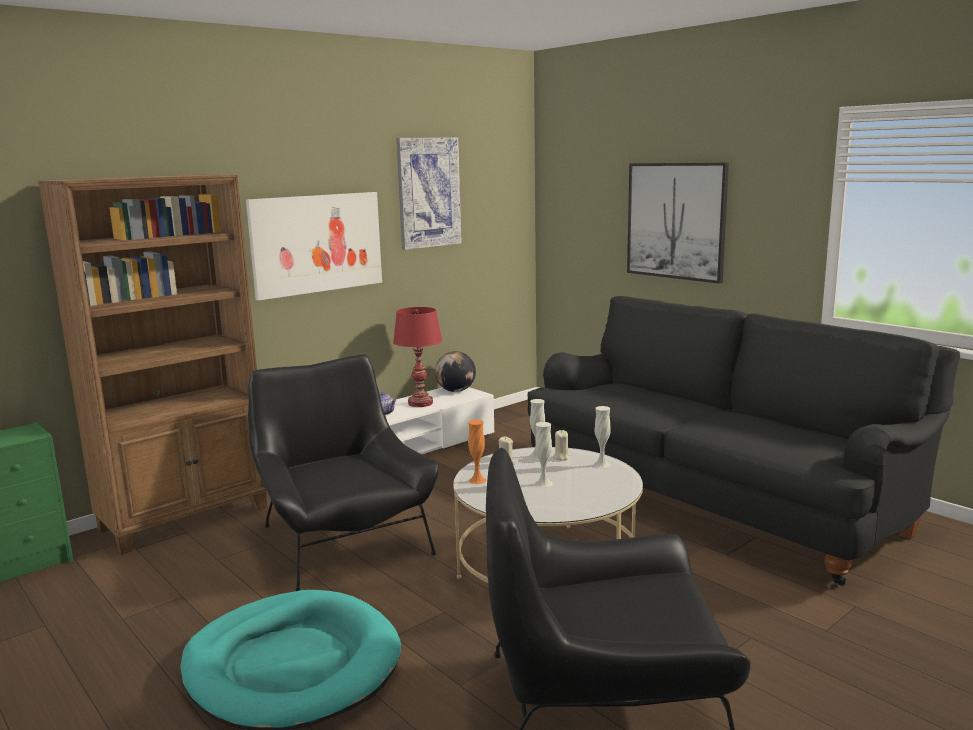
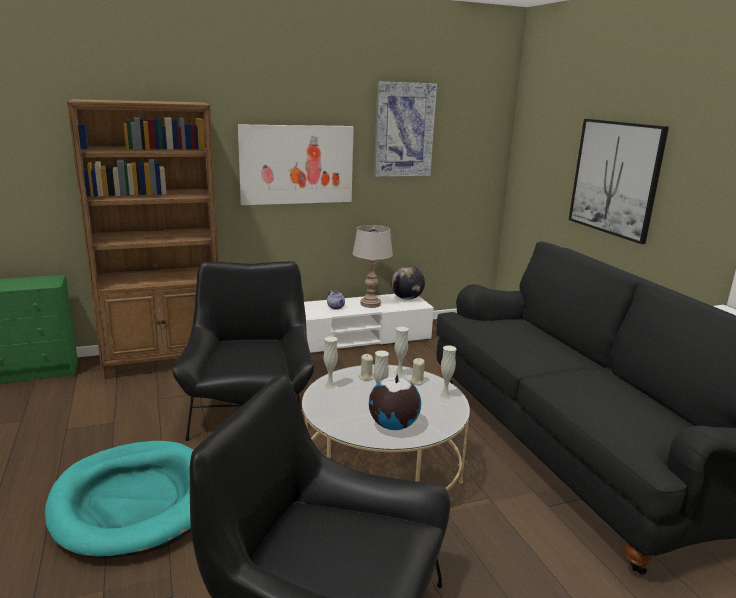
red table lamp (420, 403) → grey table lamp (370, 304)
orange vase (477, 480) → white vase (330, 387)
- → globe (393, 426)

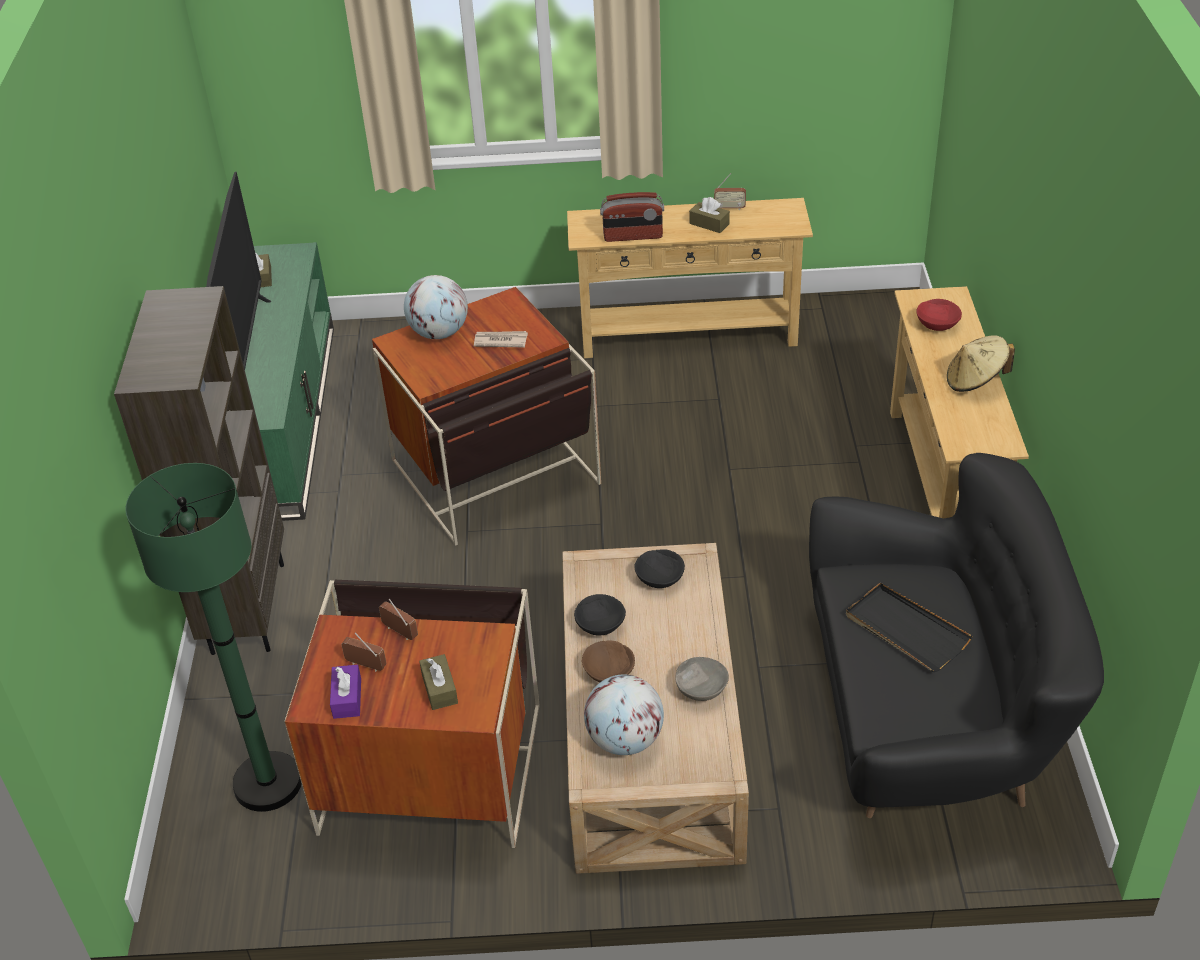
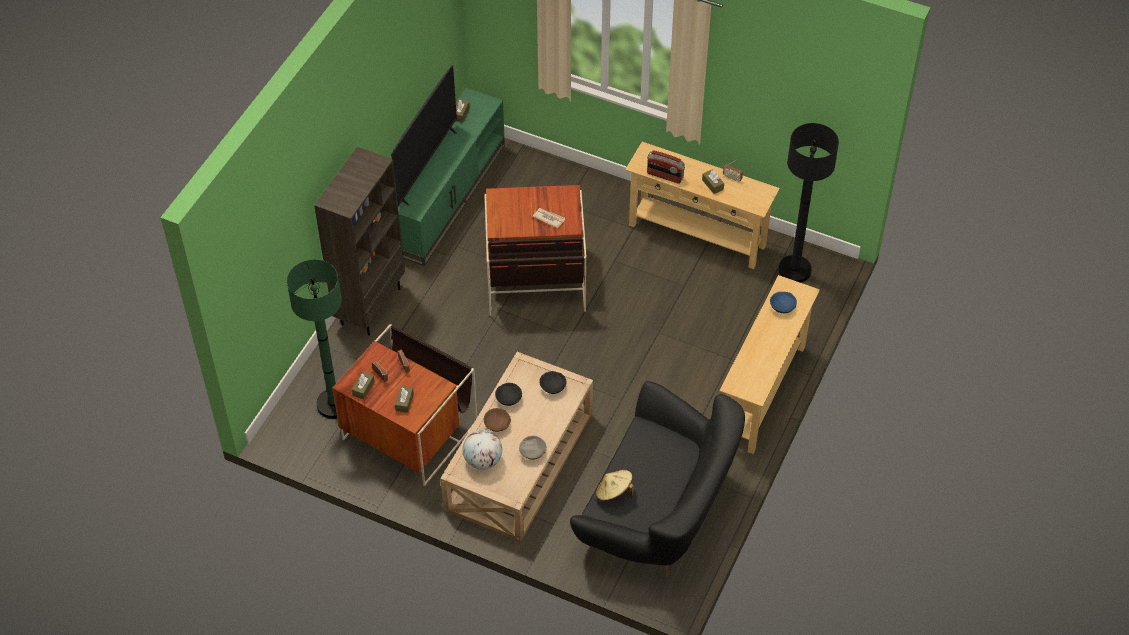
globe (439, 333) → -
red bowl (936, 325) → blue bowl (782, 307)
beige hat (975, 381) → beige hat (614, 493), move
black tray (905, 630) → -
purple tissue box (347, 698) → brown tissue box (363, 388)
- → black floor lamp (794, 270)

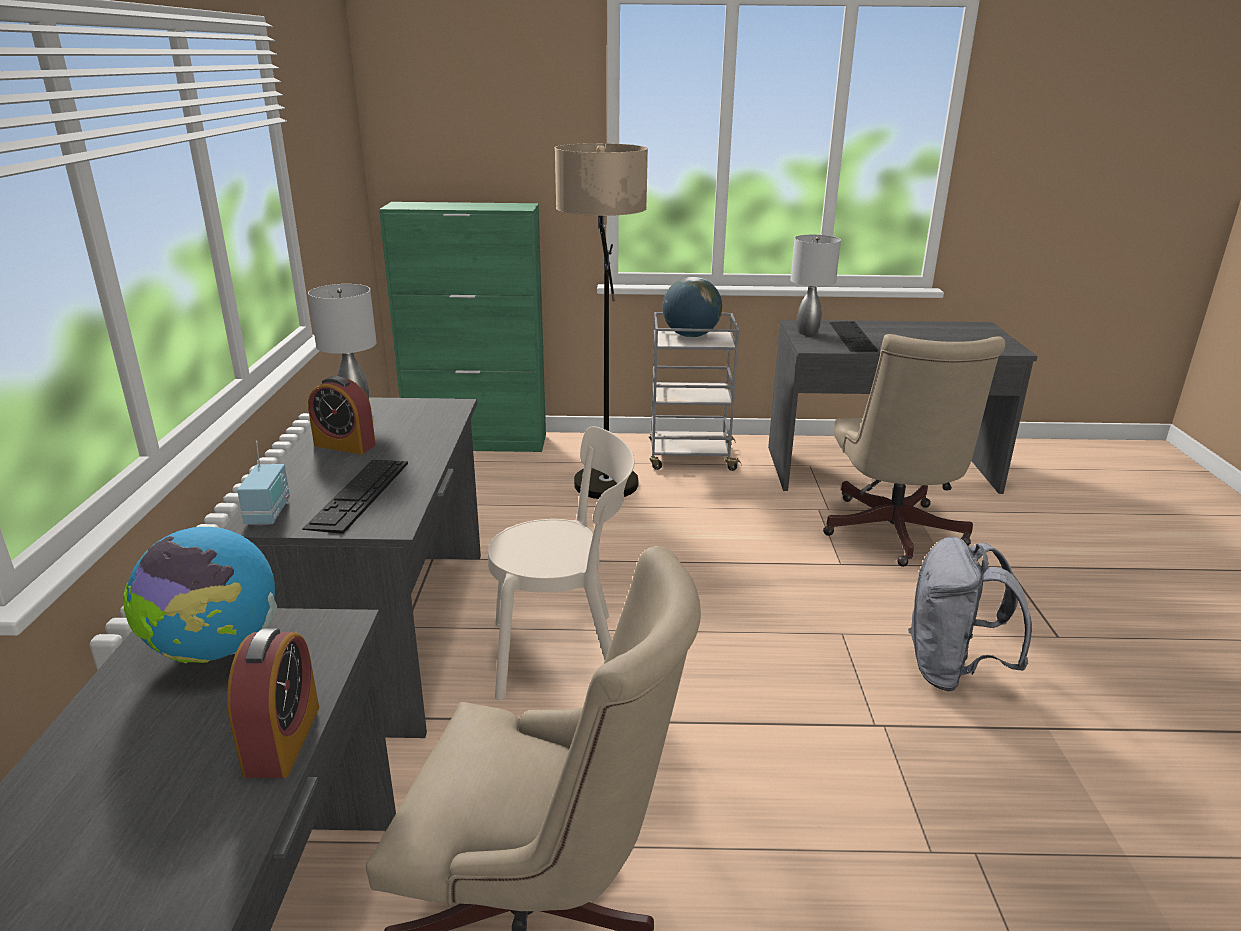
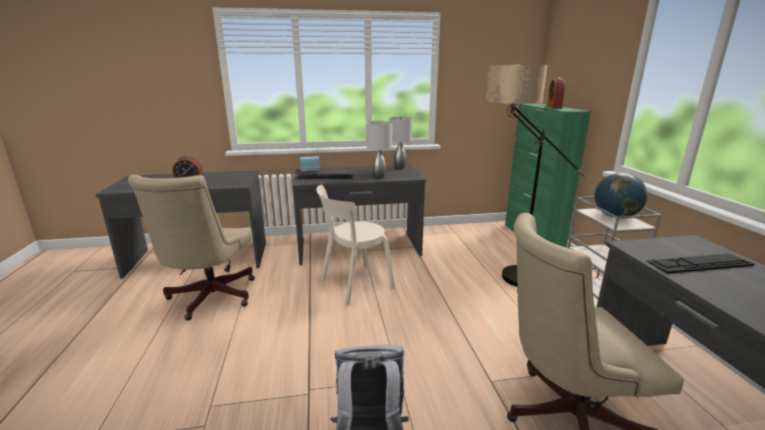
grey table lamp (808, 332) → grey table lamp (379, 177), move
alarm clock (344, 445) → alarm clock (554, 107), move
beige chair (564, 654) → beige chair (354, 285), 75 degrees clockwise
globe (215, 649) → -

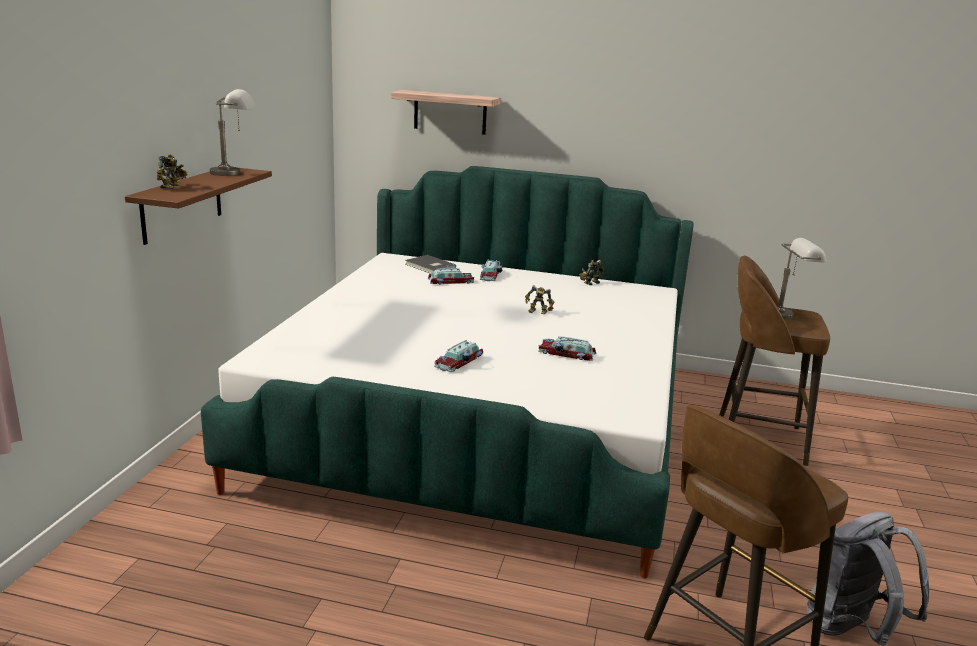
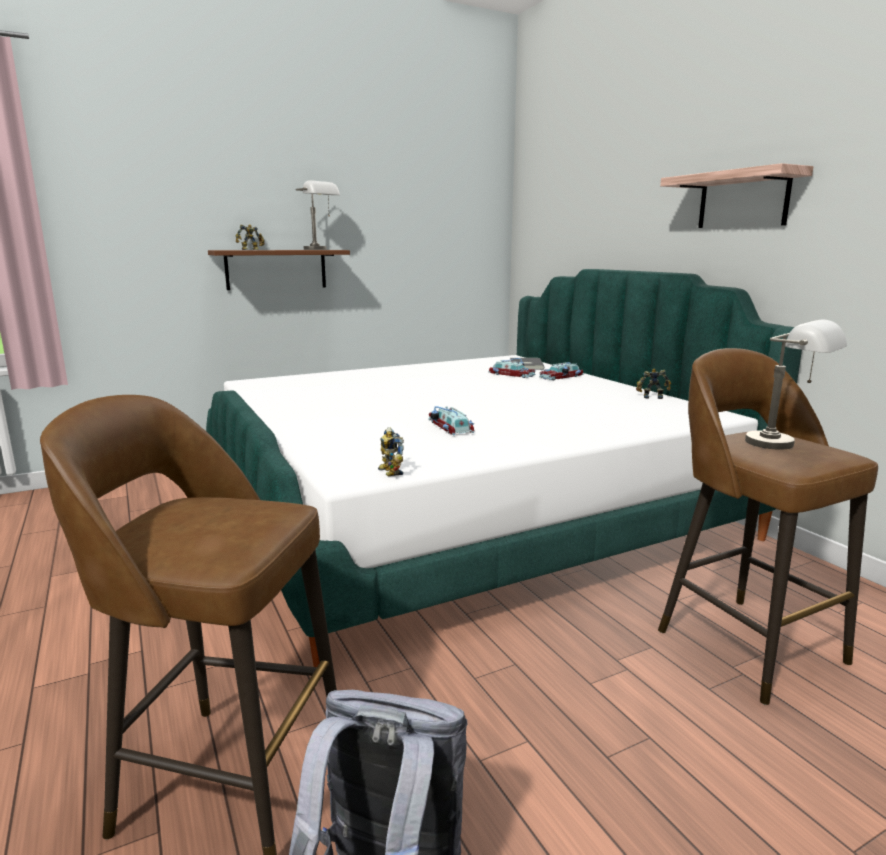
shelf (450, 112) → shelf (743, 200), move
toy robot (538, 312) → toy robot (388, 472), move
toy car (460, 362) → -

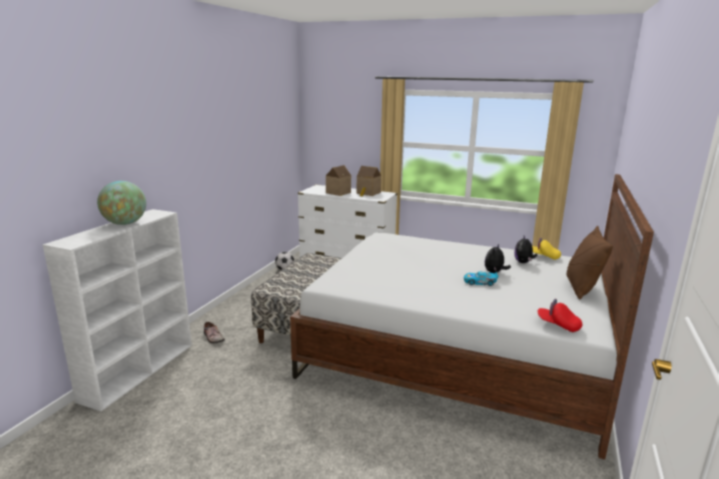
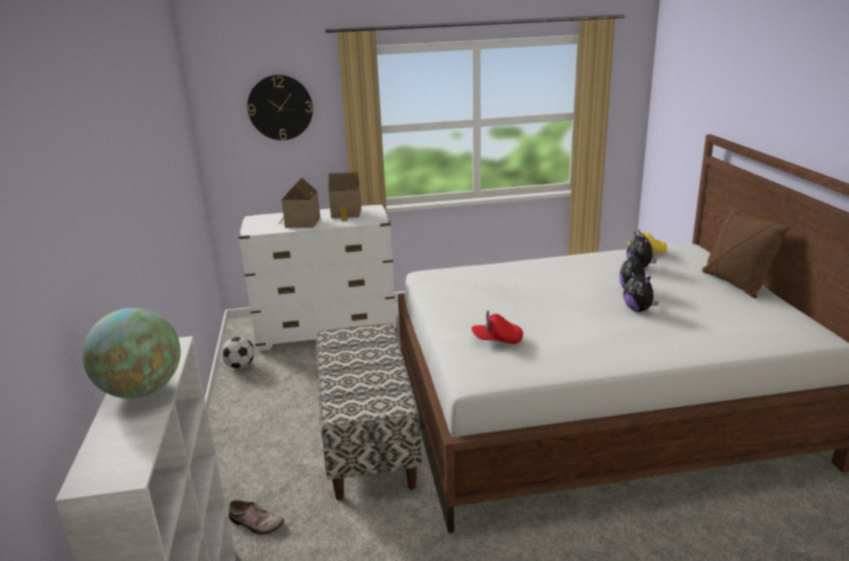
toy car (480, 282) → plush toy (638, 309)
red cap (558, 325) → red cap (497, 340), move
- → wall clock (280, 107)

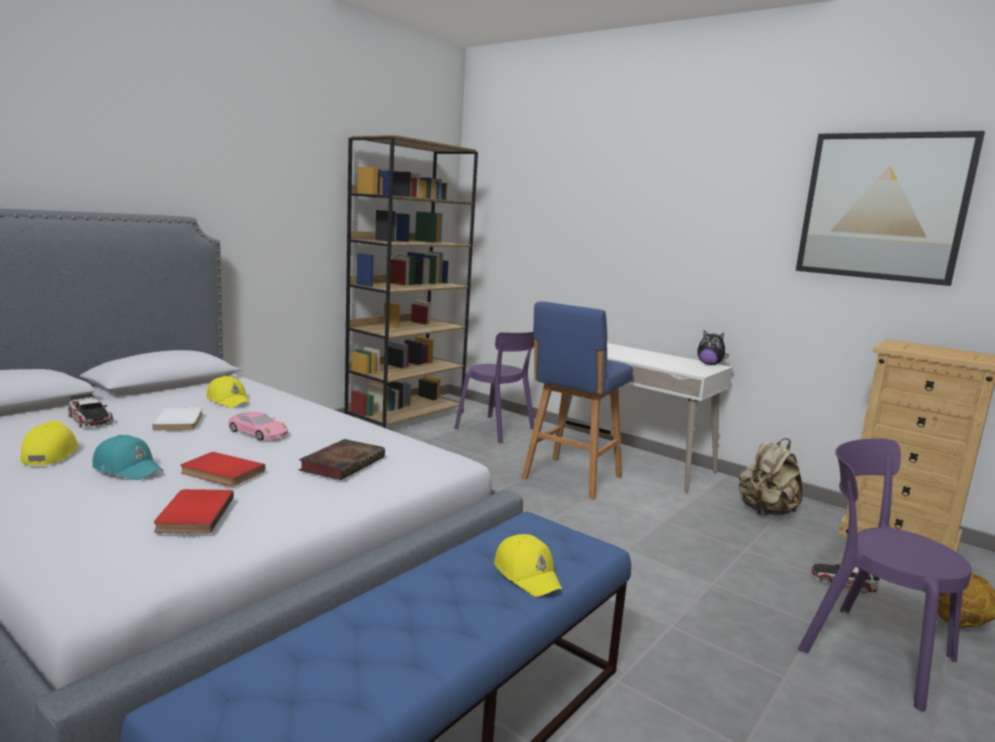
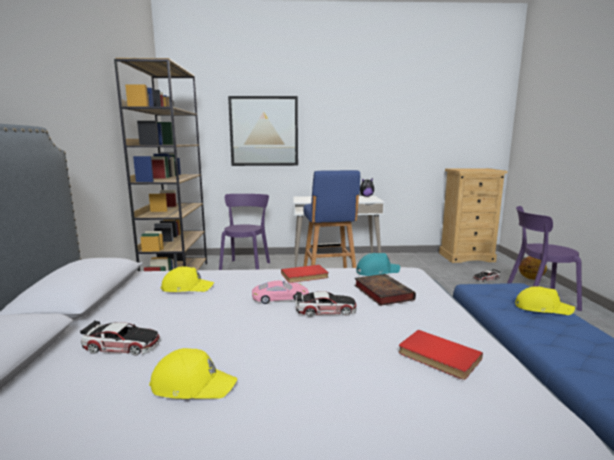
picture (883, 207) → picture (264, 131), move
purple chair (498, 430) → purple chair (246, 266), 75 degrees counterclockwise
white book (181, 421) → -
yellow cap (50, 453) → yellow cap (193, 385), 150 degrees clockwise
turquoise cap (128, 468) → turquoise cap (377, 271), move
beige backpack (766, 512) → -
red book (220, 473) → red book (305, 276), move
- → toy car (325, 310)

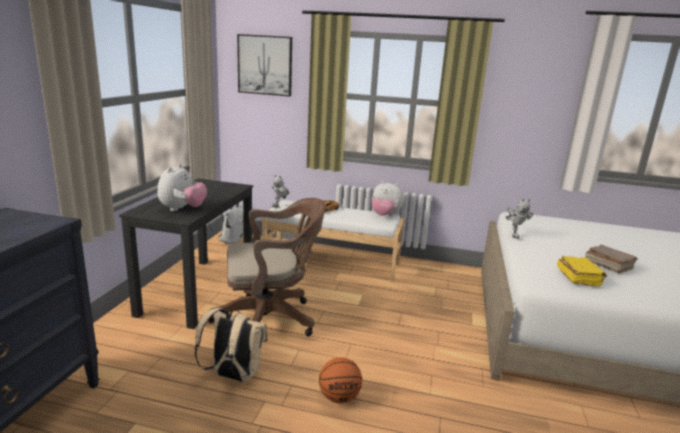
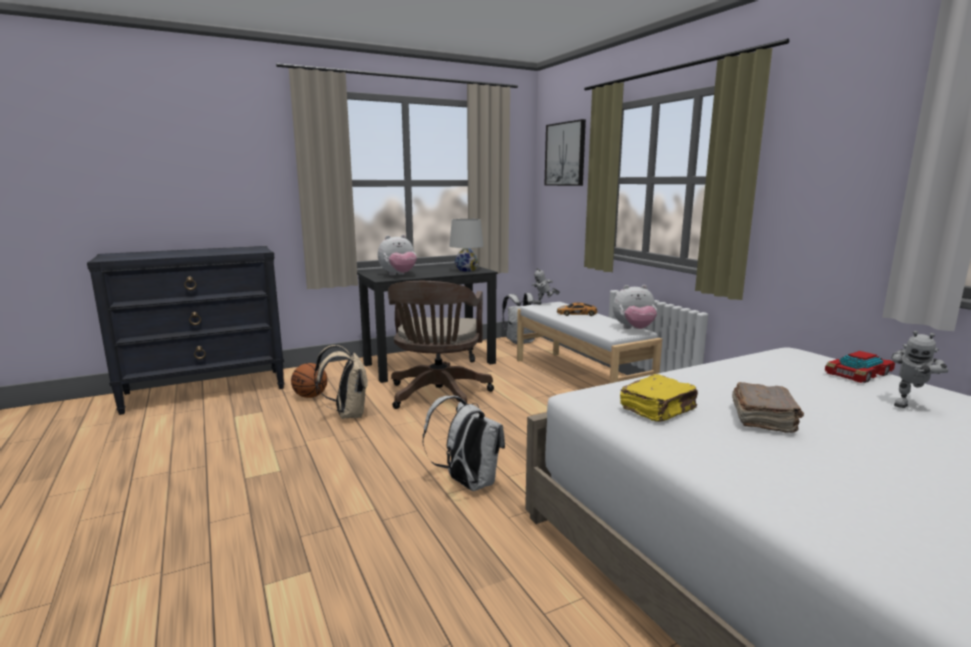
plush toy (384, 215) → plush toy (634, 329), 75 degrees counterclockwise
brown office chair (270, 320) → brown office chair (438, 396), 60 degrees clockwise
toy robot (514, 235) → toy robot (908, 404), move
basketball (339, 397) → basketball (310, 396), move
- → white table lamp (466, 270)
- → toy car (859, 374)
- → white backpack (467, 483)

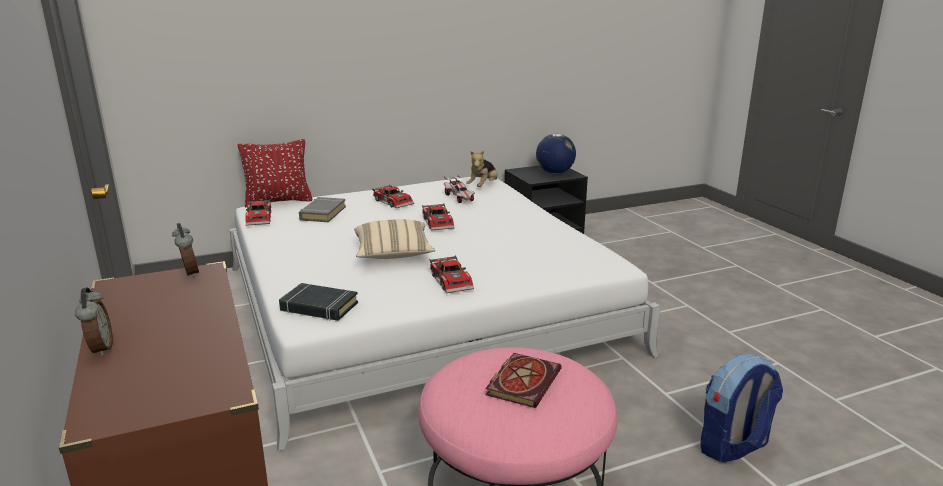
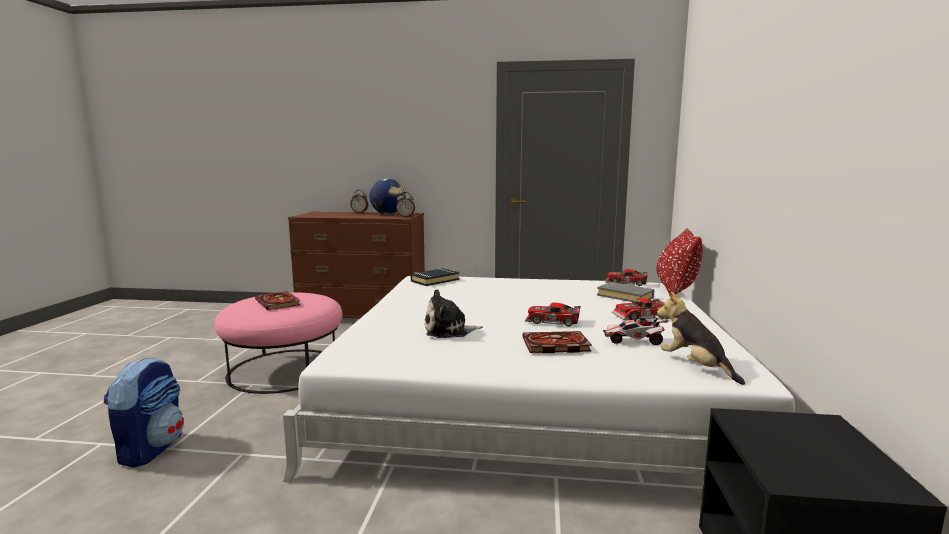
globe (554, 172) → globe (388, 214), move
beige pillow (393, 254) → -
toy car (453, 281) → -
- → plush toy (449, 331)
- → book (554, 345)

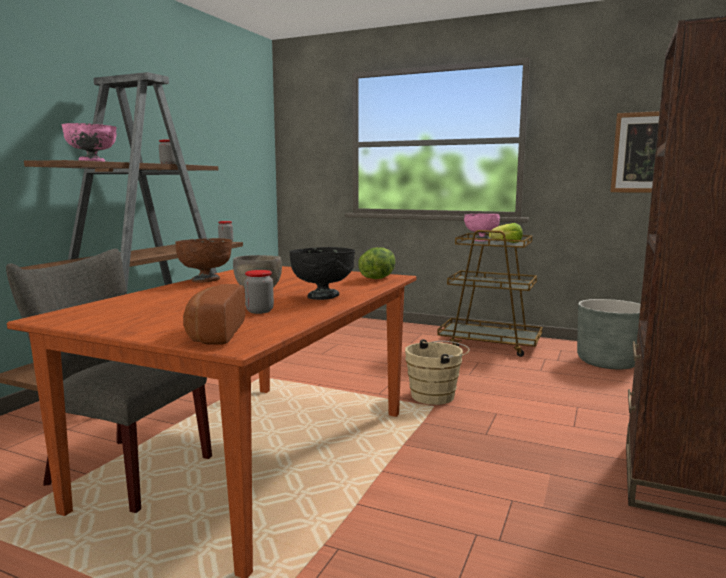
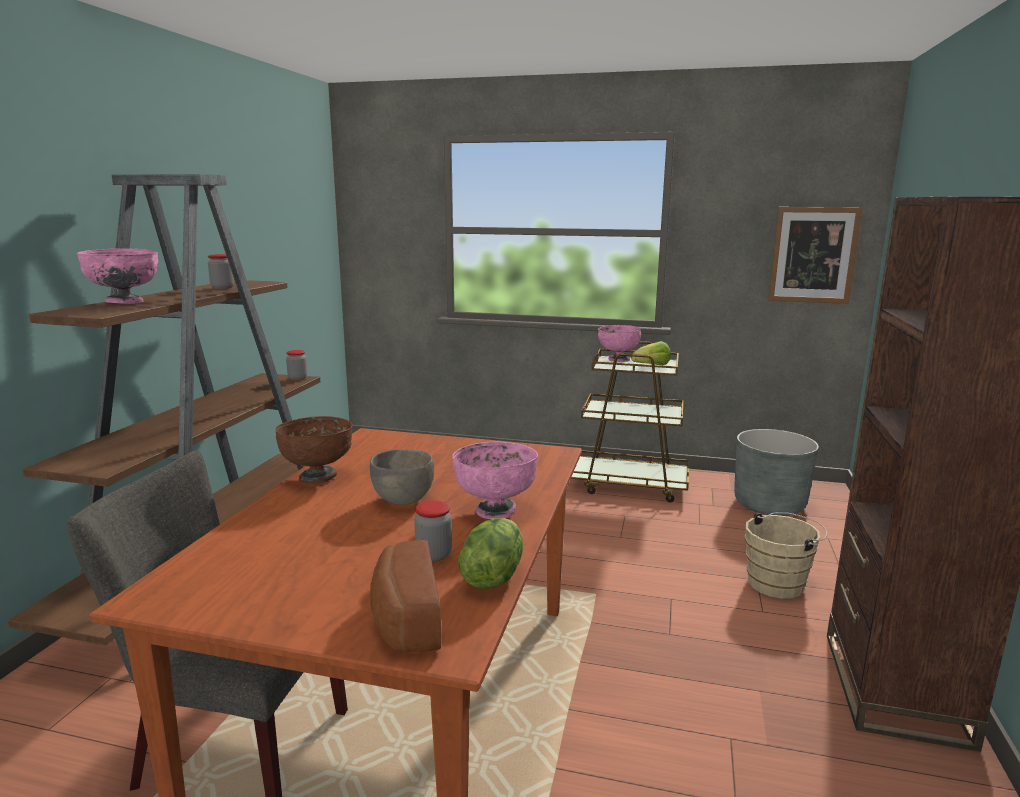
black bowl (323, 297) → pink bowl (495, 510)
lettuce (377, 278) → lettuce (492, 576), move
beige bucket (436, 396) → beige bucket (779, 583), move

